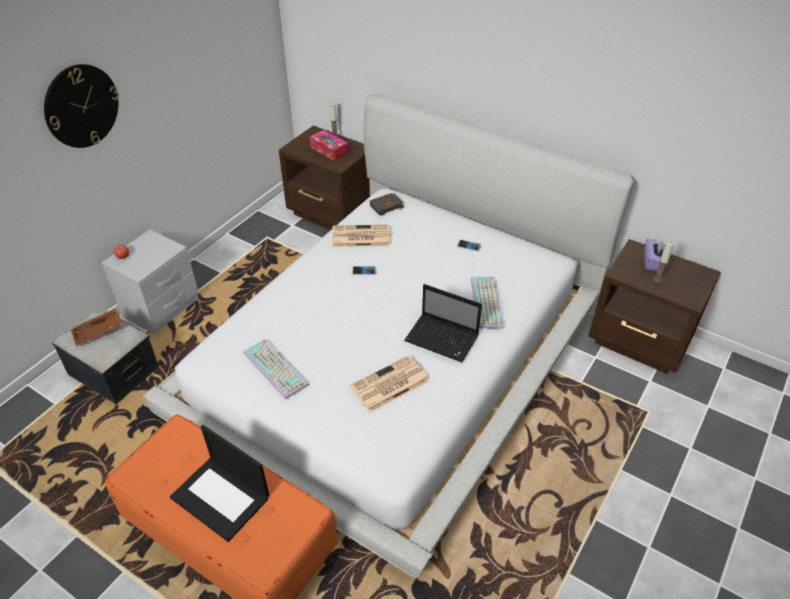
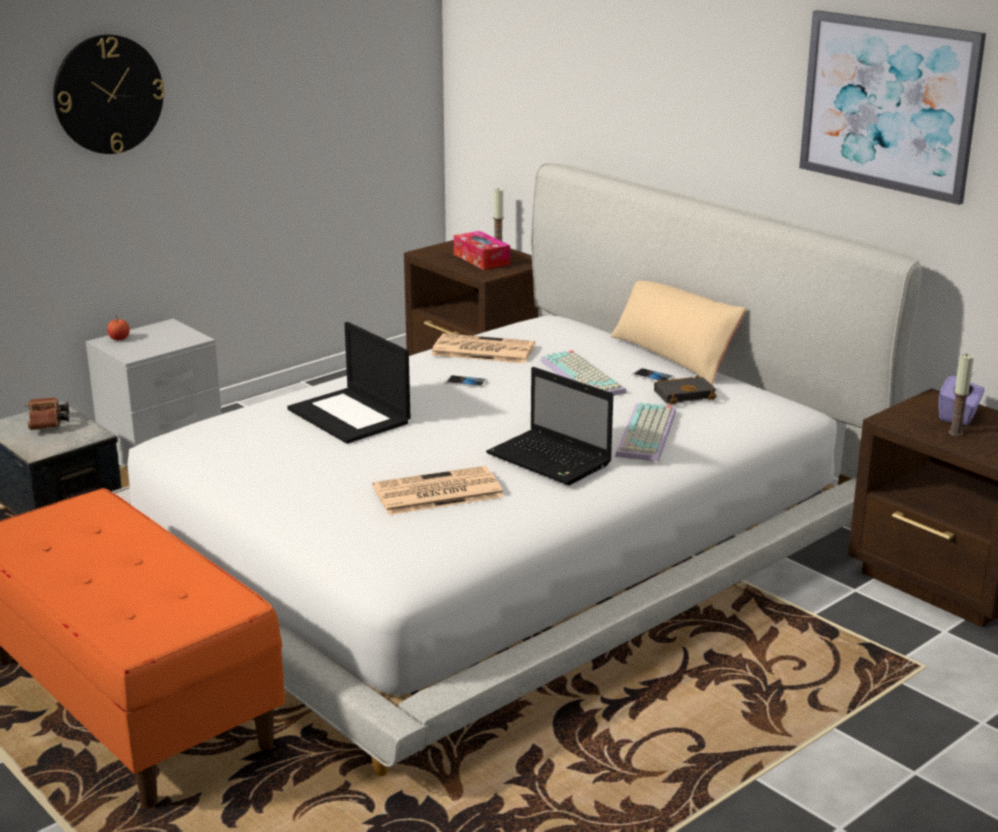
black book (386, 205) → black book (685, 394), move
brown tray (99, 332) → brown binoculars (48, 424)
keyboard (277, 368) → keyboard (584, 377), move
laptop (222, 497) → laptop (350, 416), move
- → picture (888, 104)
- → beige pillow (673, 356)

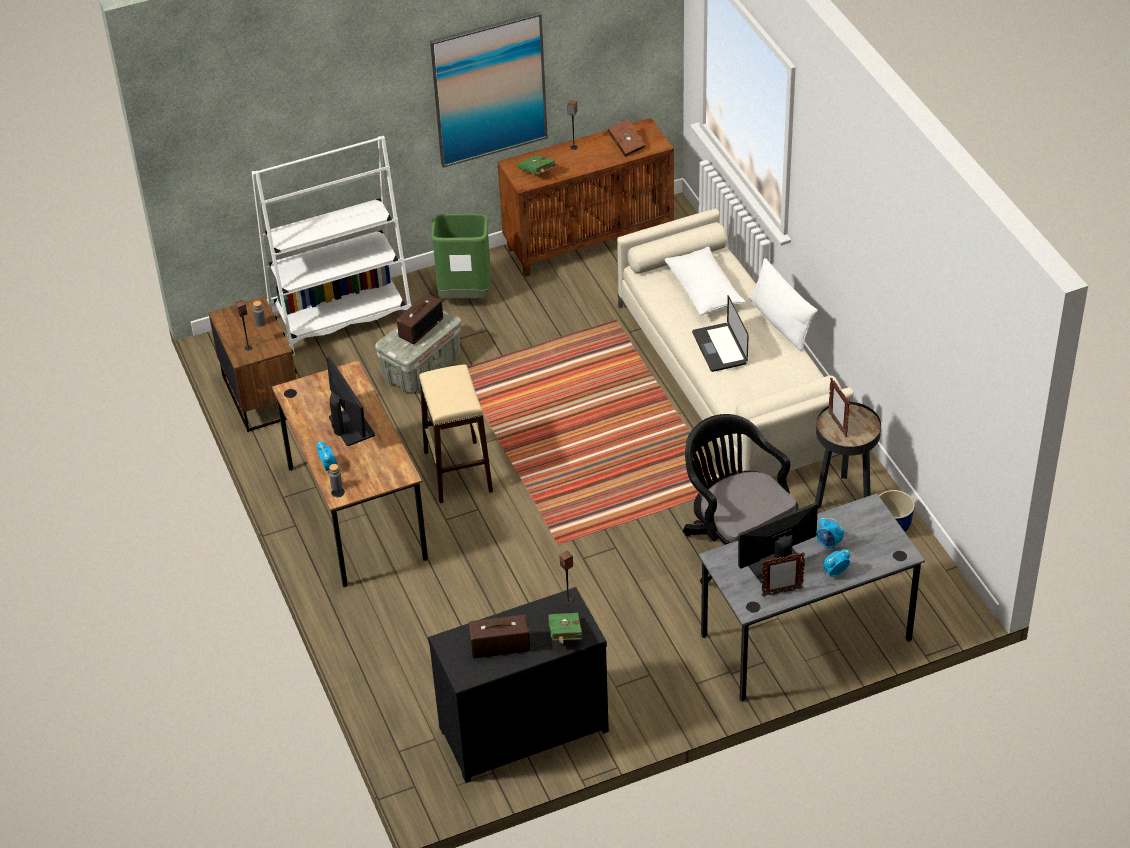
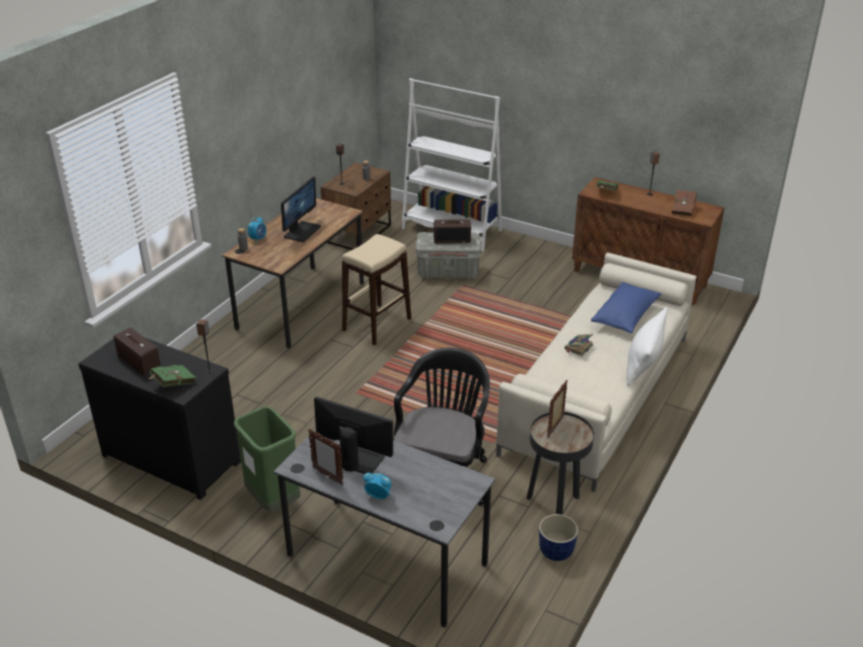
picture (489, 89) → -
green trash can (465, 296) → green trash can (273, 500), move
white pillow (704, 291) → blue pillow (625, 317)
laptop (719, 348) → book (578, 347)
alarm clock (828, 544) → -

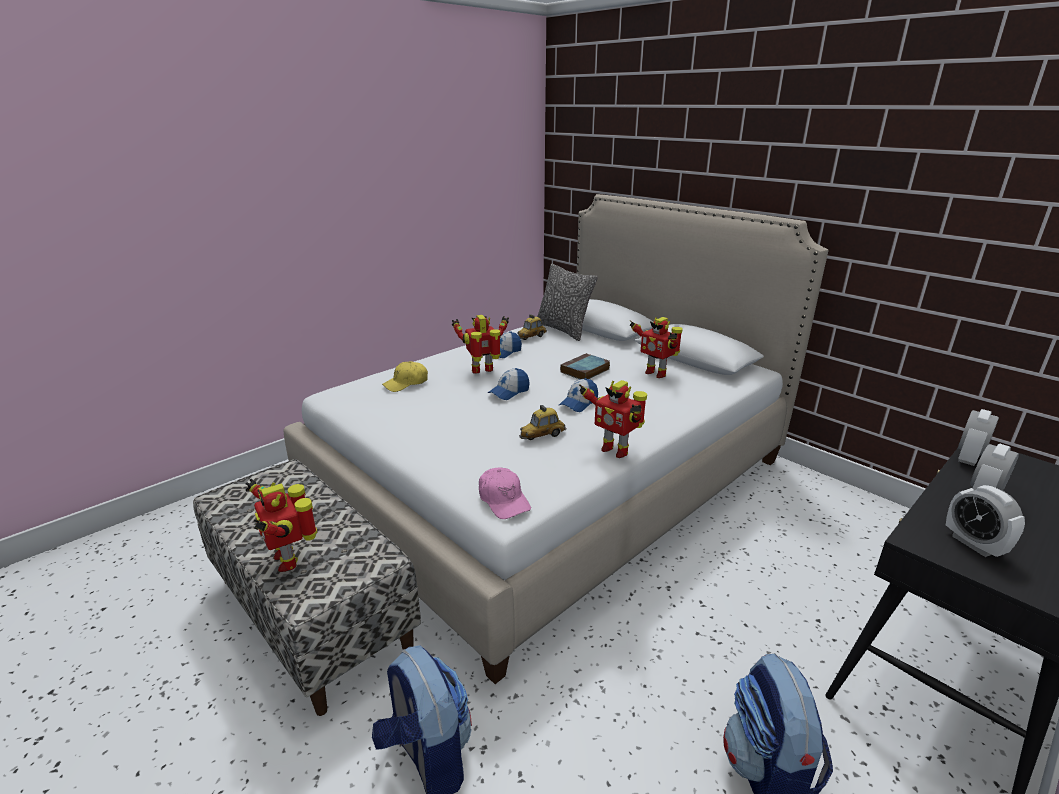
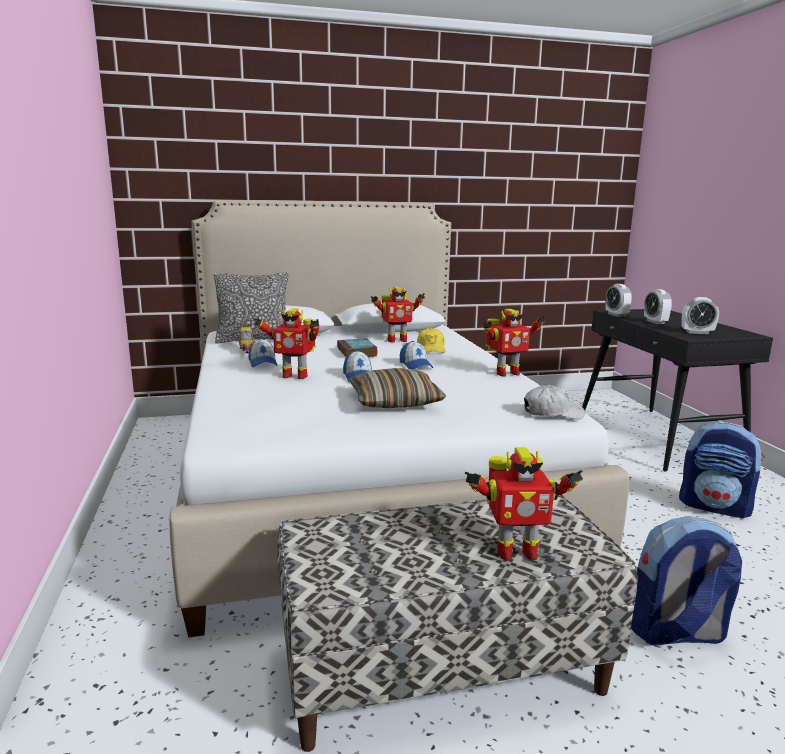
toy robot (483, 371) → toy robot (294, 376), 90 degrees counterclockwise
yellow cap (406, 383) → yellow cap (431, 349), move
toy car (542, 436) → -
pink cap (503, 500) → white cap (552, 413)
- → pillow (395, 401)

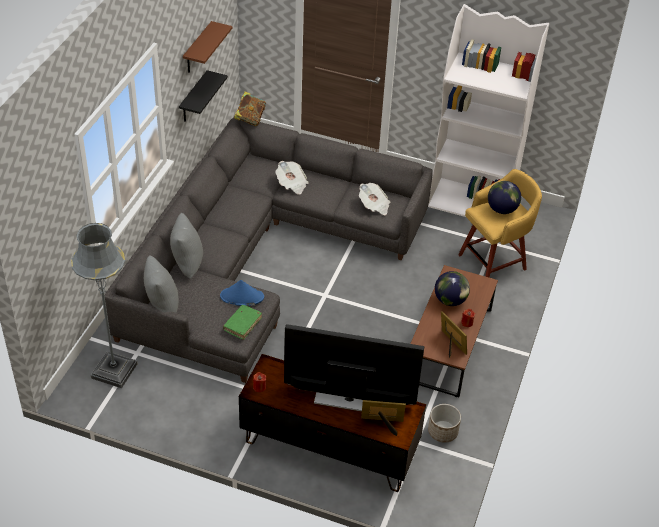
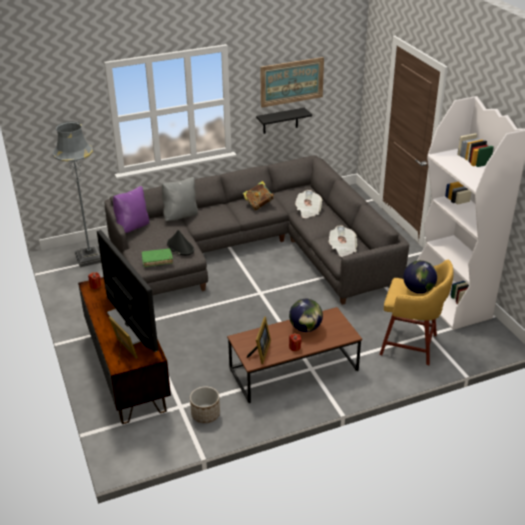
brown shelf (197, 49) → picture (292, 82)
book (250, 119) → book (259, 205), move
grey pillow (161, 307) → purple pillow (132, 228)
blue hat (241, 297) → black hat (180, 247)

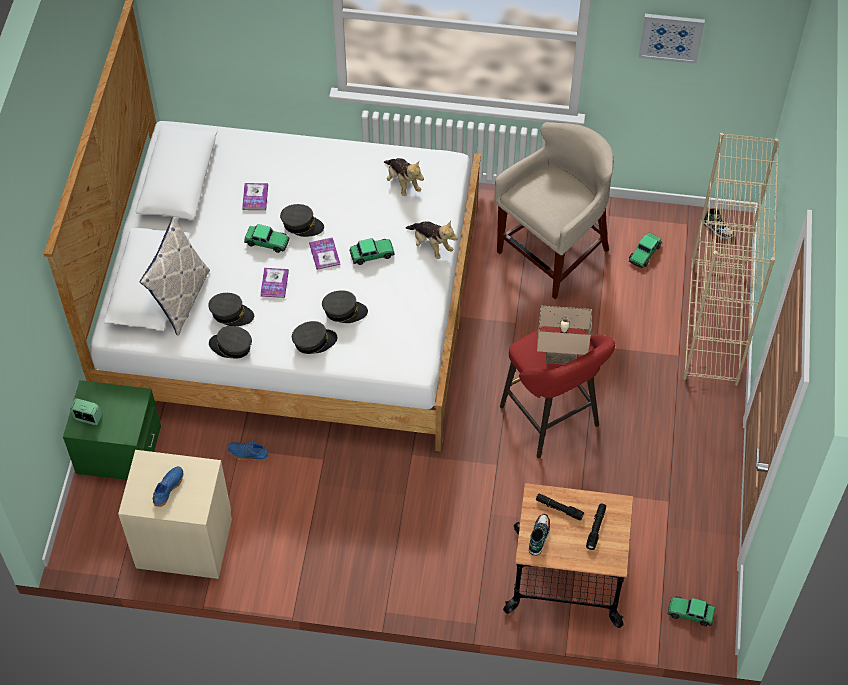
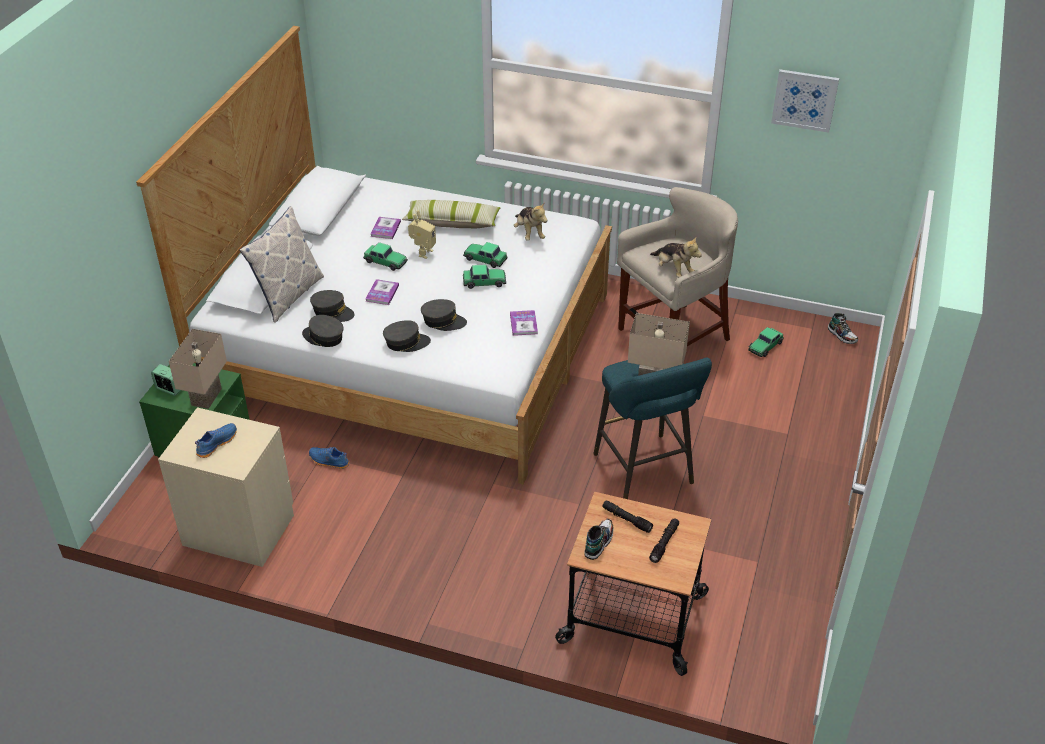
beige bookcase (714, 325) → -
grey cap (302, 225) → toy robot (423, 253)
plush toy (431, 245) → plush toy (673, 270), move
book (324, 254) → book (523, 324), move
red stool (552, 420) → turquoise stool (645, 472)
toy car (690, 613) → toy car (485, 259), move
- → pillow (452, 222)
- → beige table lamp (208, 397)

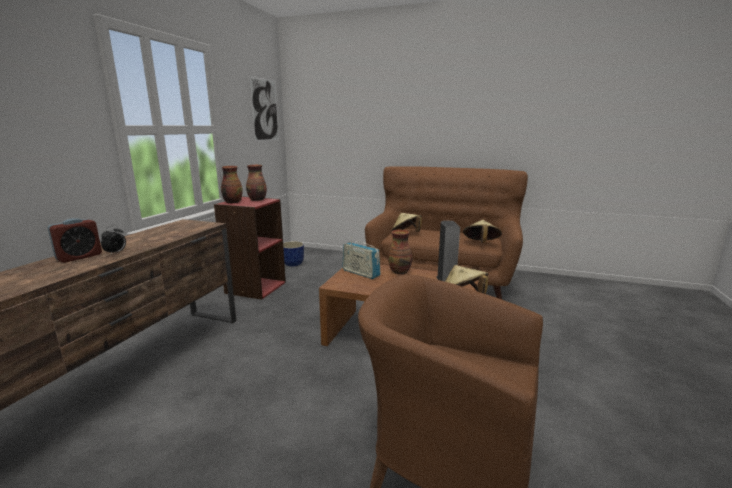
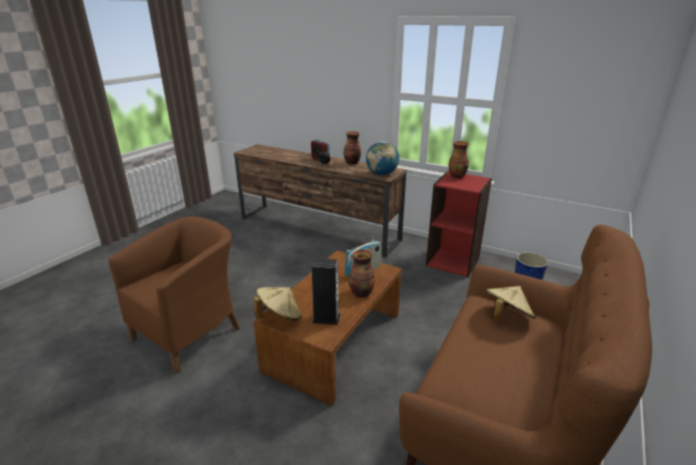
picture (265, 110) → -
vase (257, 200) → vase (352, 163), move
beige hat (480, 244) → -
- → globe (382, 174)

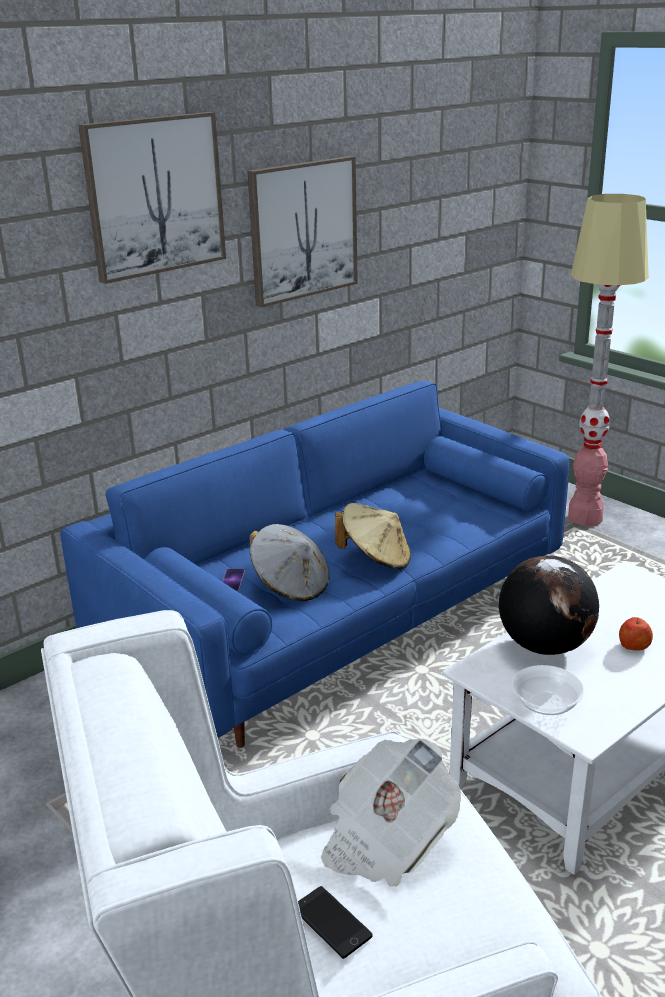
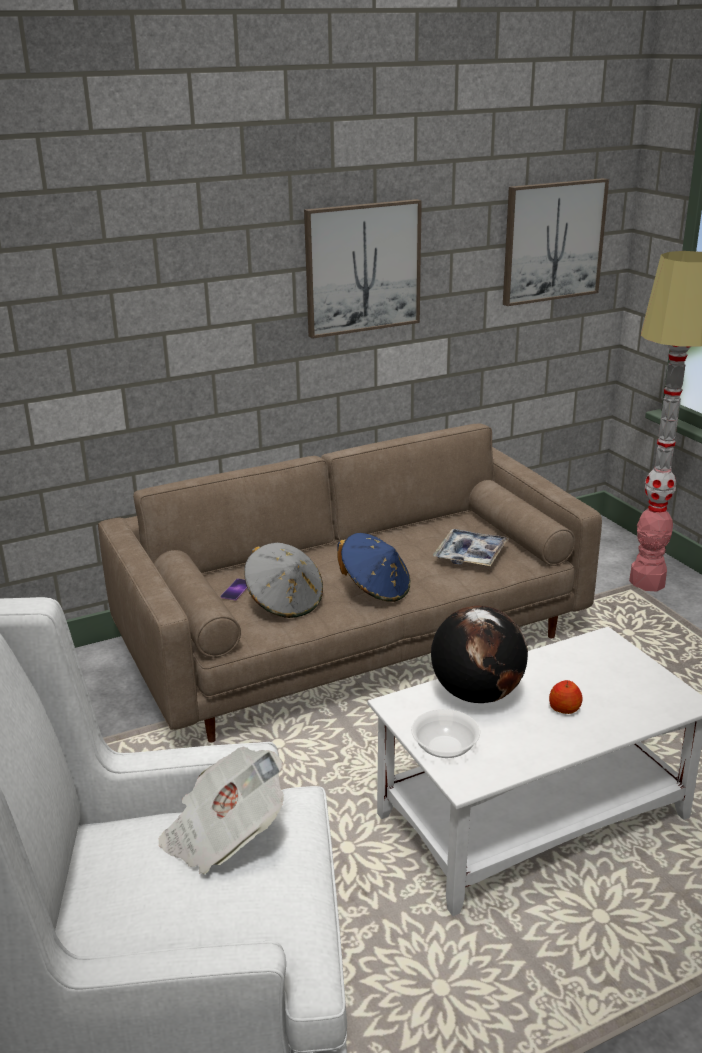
picture (154, 196) → picture (552, 241), move
blue sofa (335, 616) → beige sofa (353, 640)
beige hat (376, 559) → blue hat (375, 589)
phone (331, 922) → -
- → tray (470, 555)

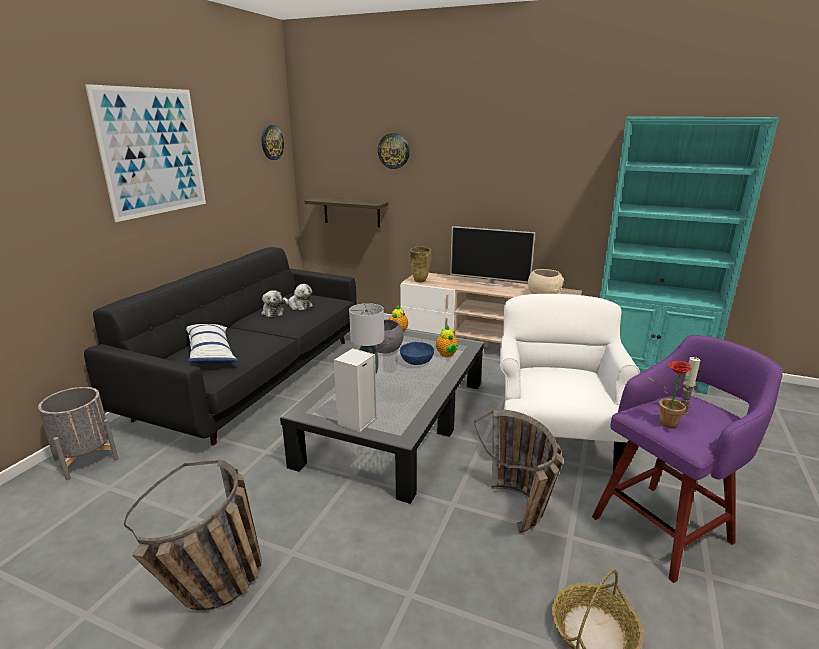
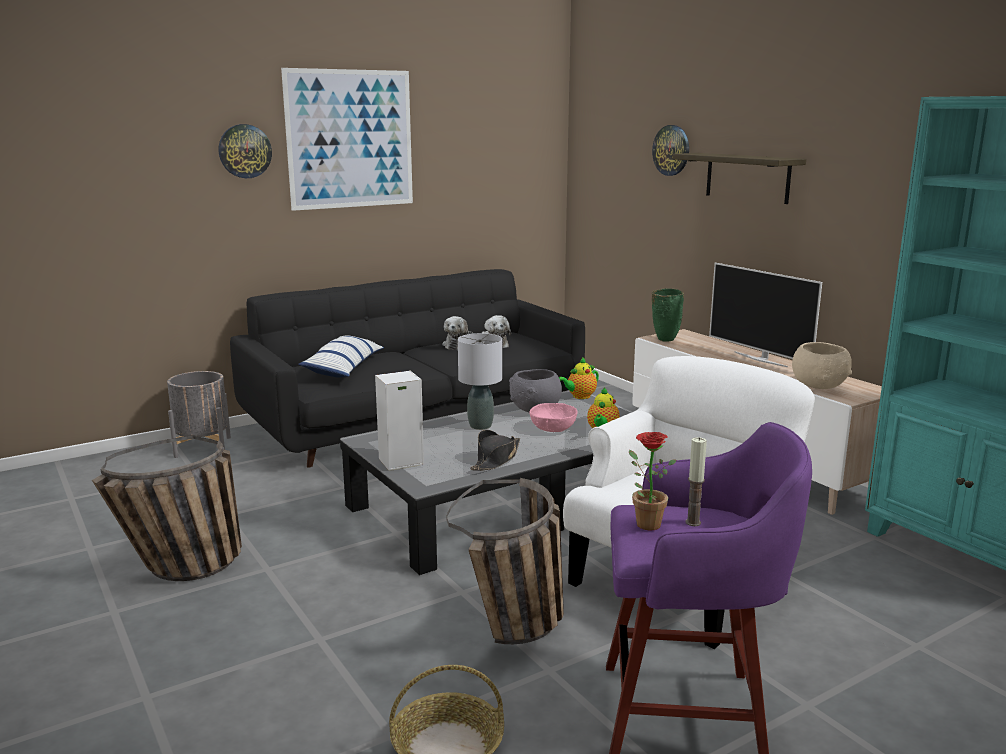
wall clock (272, 142) → wall clock (245, 151), move
shelf (351, 212) → shelf (747, 177), move
beige vase (420, 281) → green vase (664, 340)
blue bowl (417, 361) → pink bowl (553, 429)
- → black hat (496, 459)

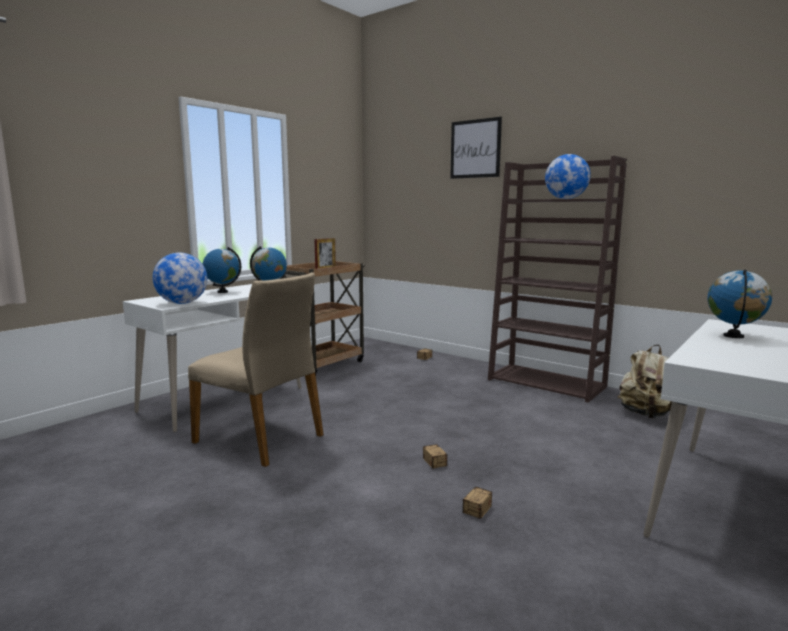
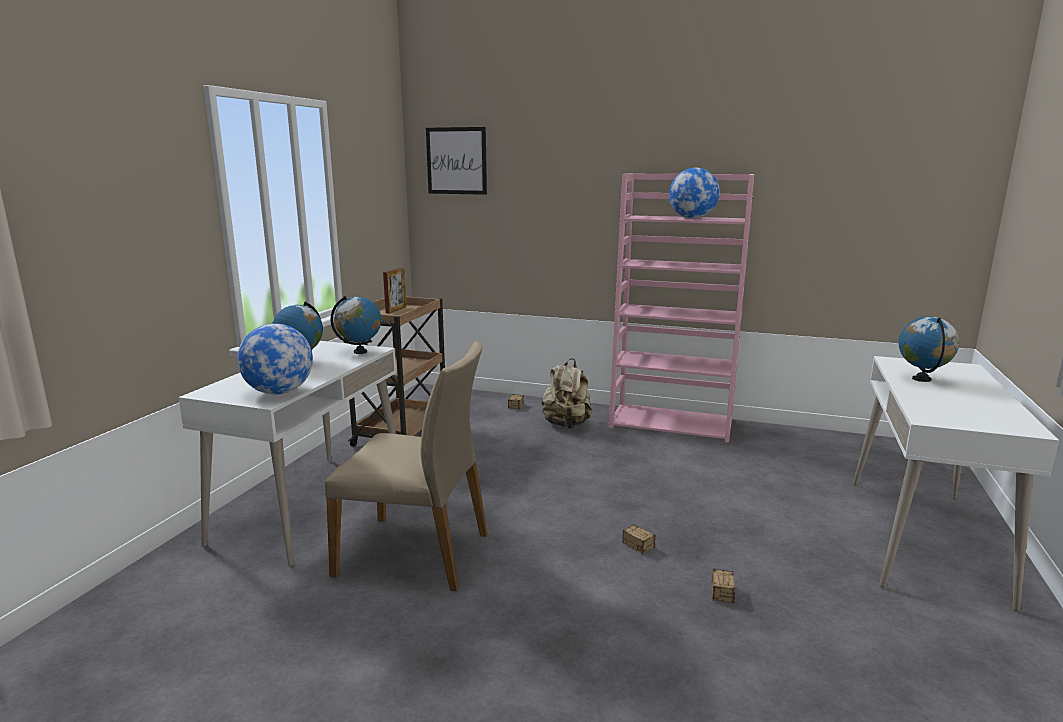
picture (475, 149) → picture (456, 161), move
brown bookcase (547, 383) → pink bookcase (672, 423)
beige backpack (645, 414) → beige backpack (566, 425), move

